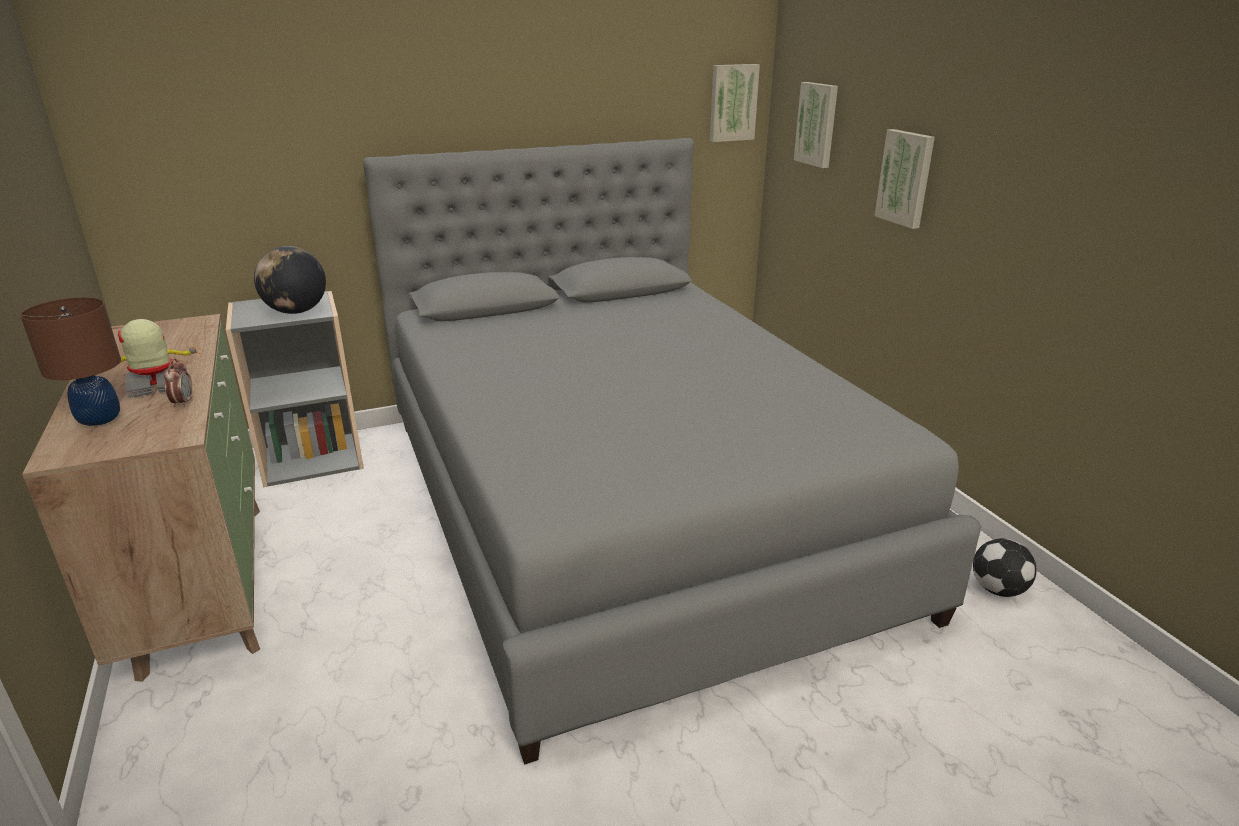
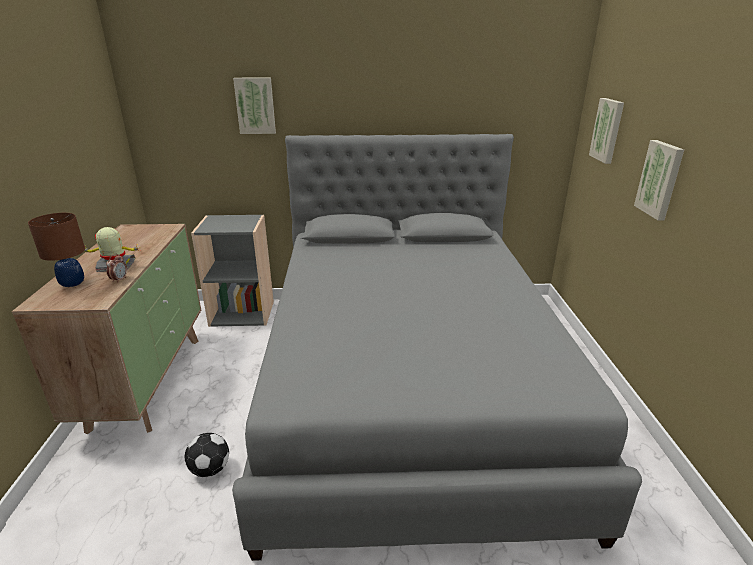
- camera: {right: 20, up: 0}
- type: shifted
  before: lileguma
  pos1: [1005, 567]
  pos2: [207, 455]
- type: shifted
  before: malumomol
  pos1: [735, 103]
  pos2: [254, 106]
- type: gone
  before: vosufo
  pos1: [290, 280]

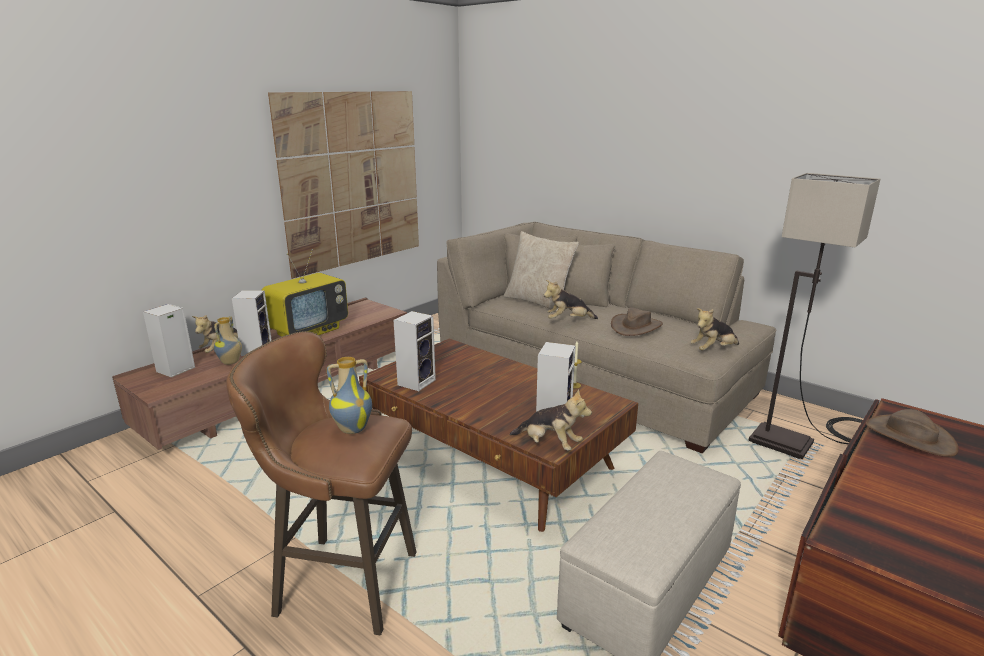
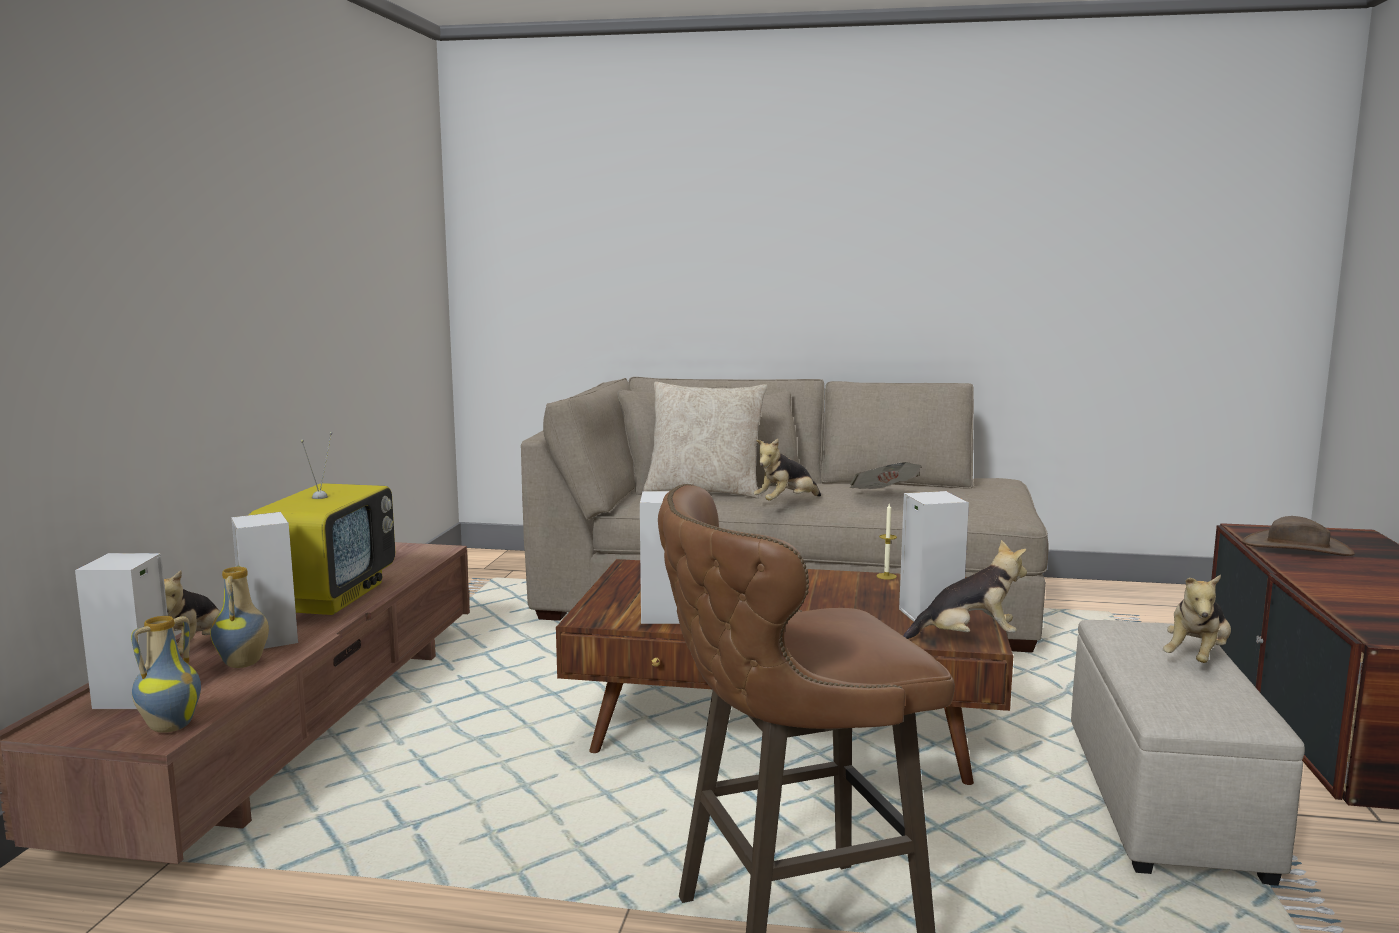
- camera: {right: -30, up: -10}
- type: shifted
  before: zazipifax
  pos1: [349, 395]
  pos2: [166, 674]
- type: swapped
  before: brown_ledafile
  after: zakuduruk
  pos1: [637, 321]
  pos2: [885, 475]
- type: shifted
  before: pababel
  pos1: [715, 329]
  pos2: [1197, 619]
- type: gone
  before: malumomol
  pos1: [343, 185]
- type: gone
  before: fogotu
  pos1: [814, 316]

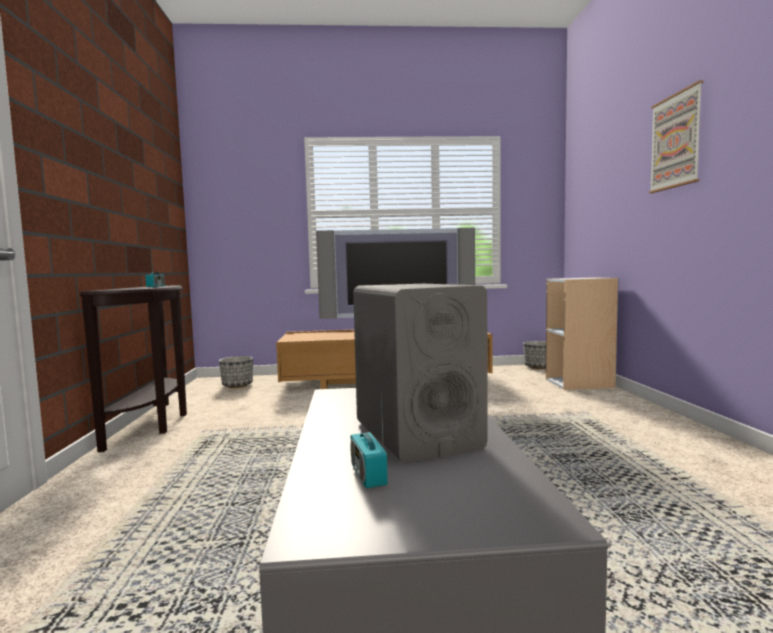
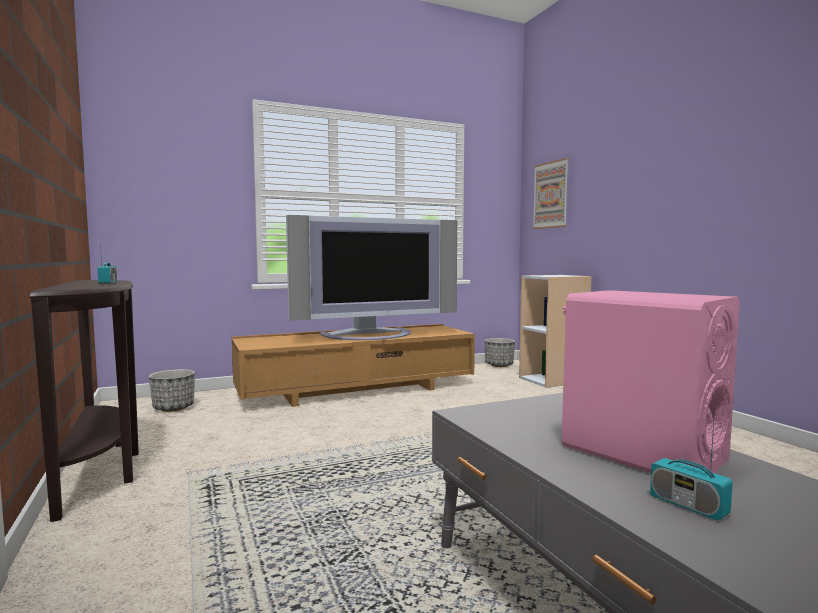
- camera: {right: -20, up: 0}
- type: shifted
  before: malumomol
  pos1: [676, 137]
  pos2: [550, 193]
- type: repainted
  before: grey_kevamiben
  after: pink_kevamiben
  pos1: [420, 373]
  pos2: [651, 381]

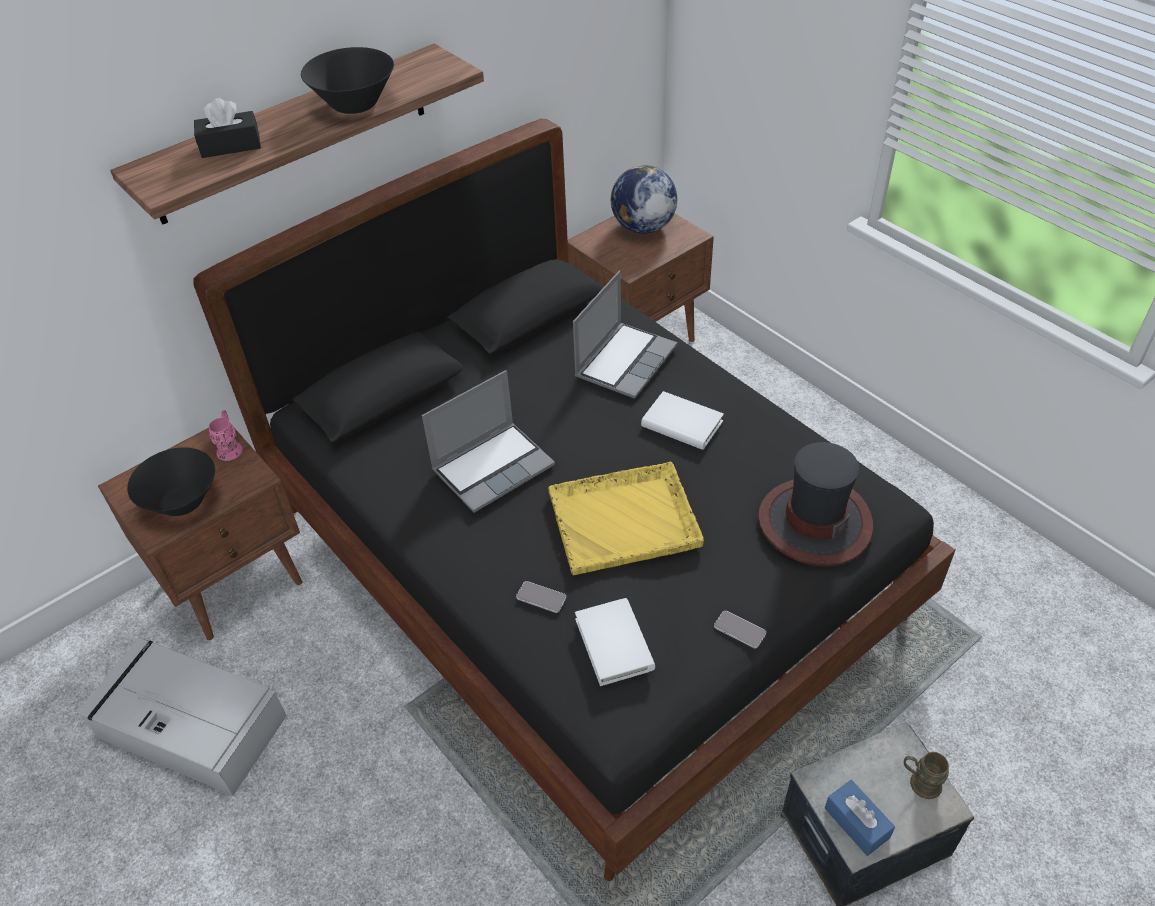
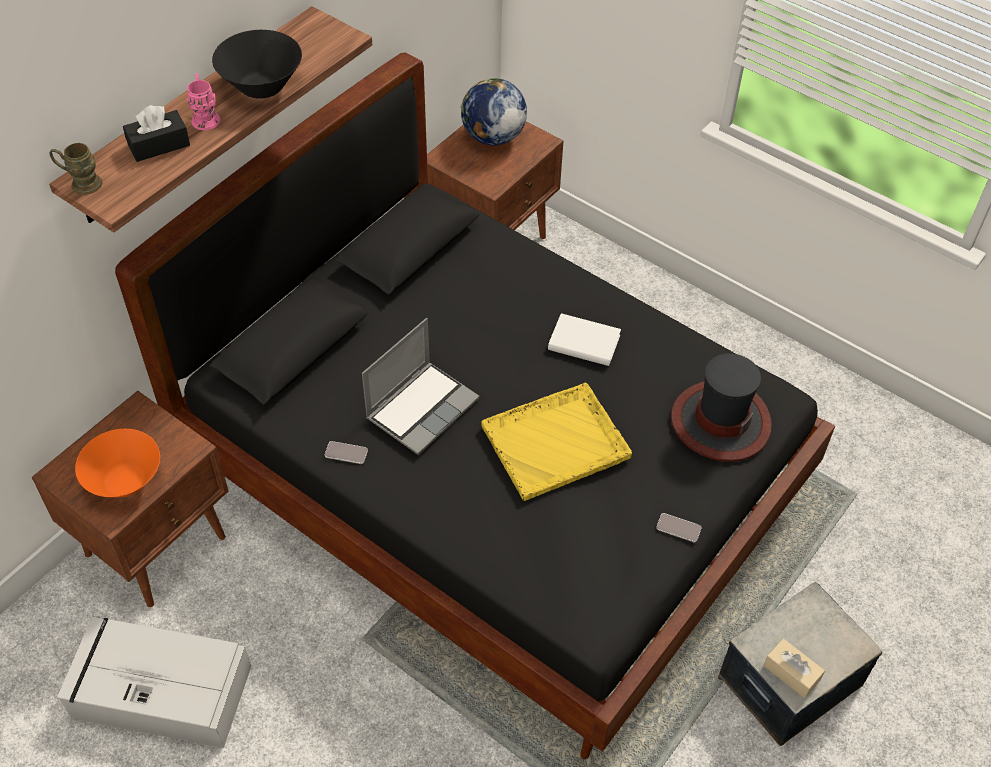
- camera: {right: -15, up: 5}
- type: shifted
  before: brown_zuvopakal
  pos1: [926, 775]
  pos2: [76, 169]
- type: repainted
  before: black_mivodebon
  after: orange_mivodebon
  pos1: [171, 481]
  pos2: [117, 463]
- type: shifted
  before: pink_zuvopakal
  pos1: [226, 436]
  pos2: [203, 101]
- type: shifted
  before: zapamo
  pos1: [541, 597]
  pos2: [346, 452]
- type: repainted
  before: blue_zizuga
  after: beige_zizuga
  pos1: [860, 818]
  pos2: [794, 668]
- type: gone
  before: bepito
  pos1: [625, 335]
- type: gone
  before: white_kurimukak
  pos1: [615, 642]

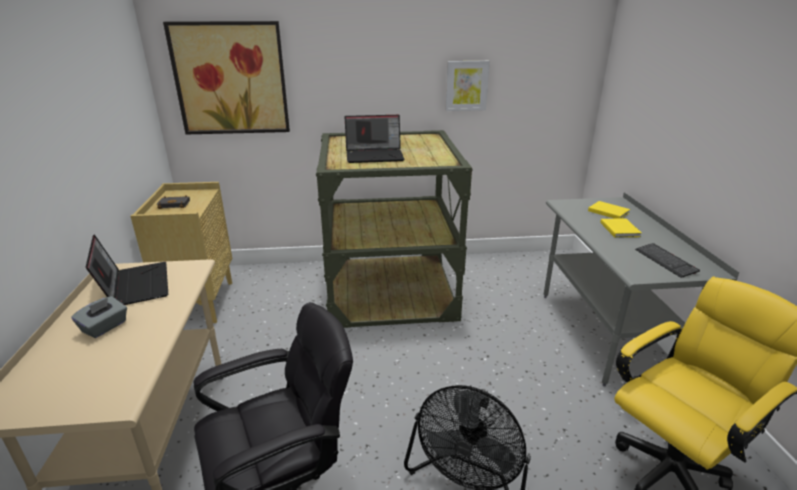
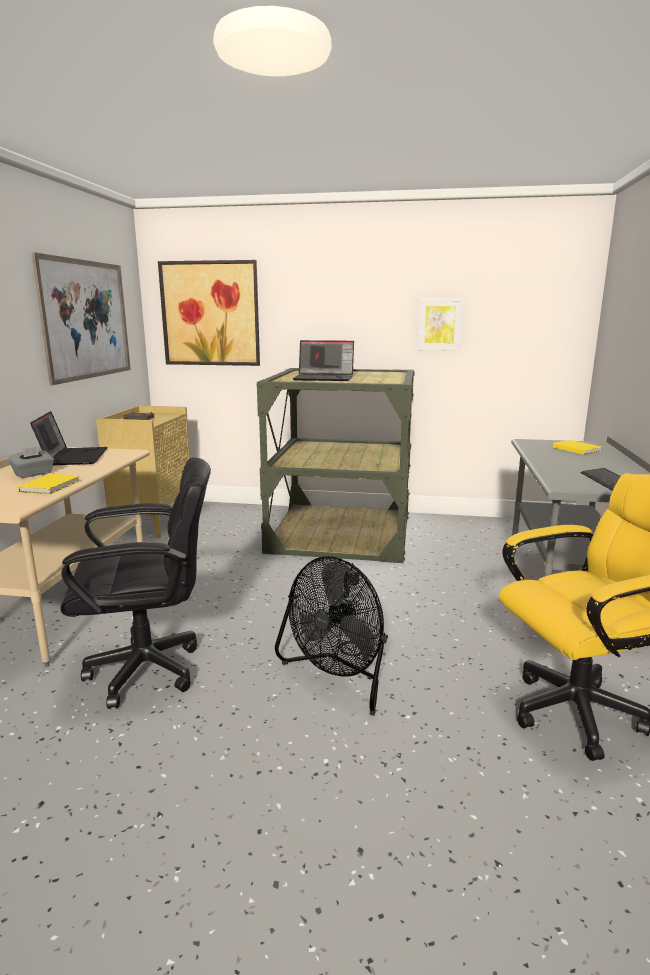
- camera: {right: 15, up: -10}
- type: shifted
  before: yellow_kurimukak
  pos1: [621, 227]
  pos2: [49, 484]
- type: new
  after: malumomol
  pos2: [81, 318]

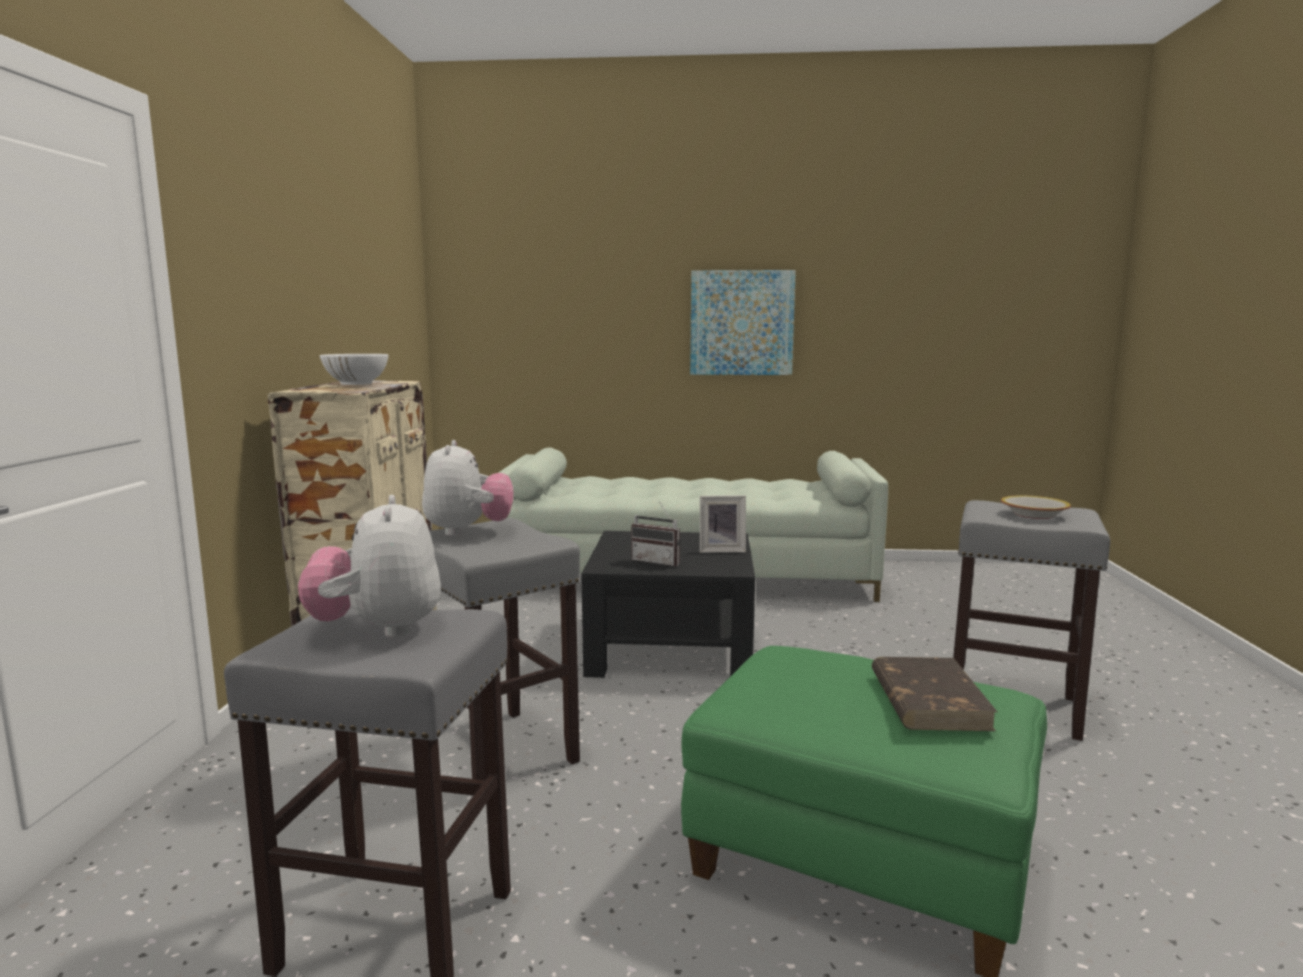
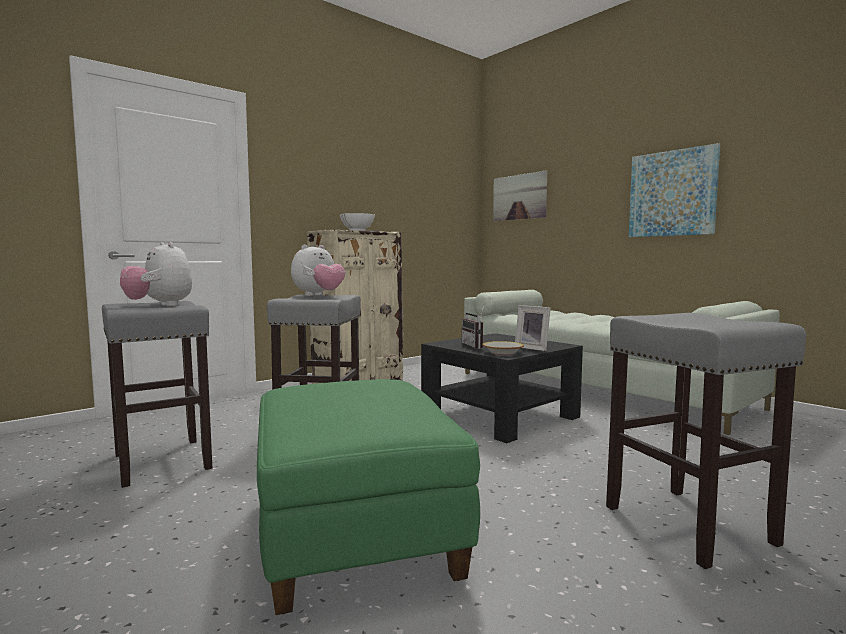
- camera: {right: 45, up: -5}
- type: rotated
  before: pababel
  pos1: [369, 566]
  pos2: [156, 274]
  turn: -75
- type: shifted
  before: mivodebon
  pos1: [1036, 507]
  pos2: [503, 348]
- type: new
  after: malumomol
  pos2: [520, 196]
- type: gone
  before: brown_kurimukak
  pos1: [934, 694]

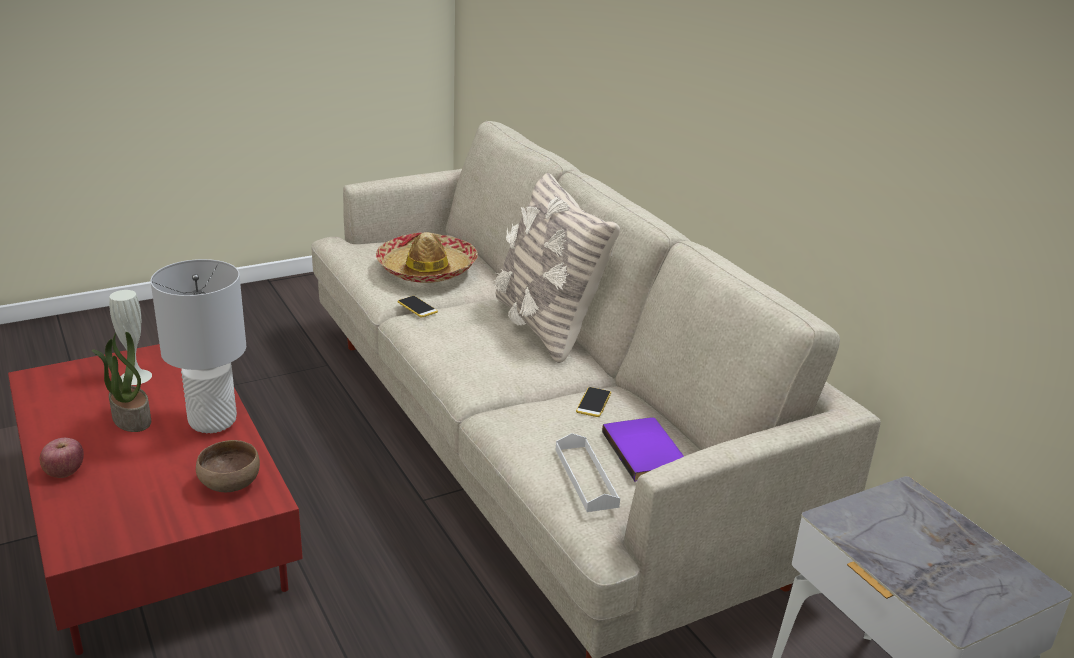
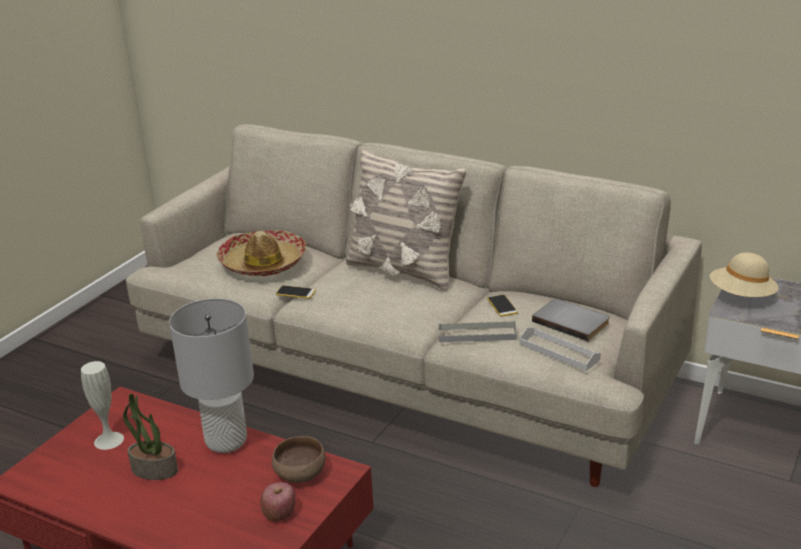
- camera: {right: -30, up: 0}
- type: shifted
  before: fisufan
  pos1: [62, 458]
  pos2: [278, 501]
- type: new
  after: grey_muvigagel
  pos2: [477, 331]
- type: repainted
  before: purple_kurimukak
  after: grey_kurimukak
  pos1: [643, 449]
  pos2: [571, 320]
- type: new
  after: beige_ledafile
  pos2: [744, 274]

